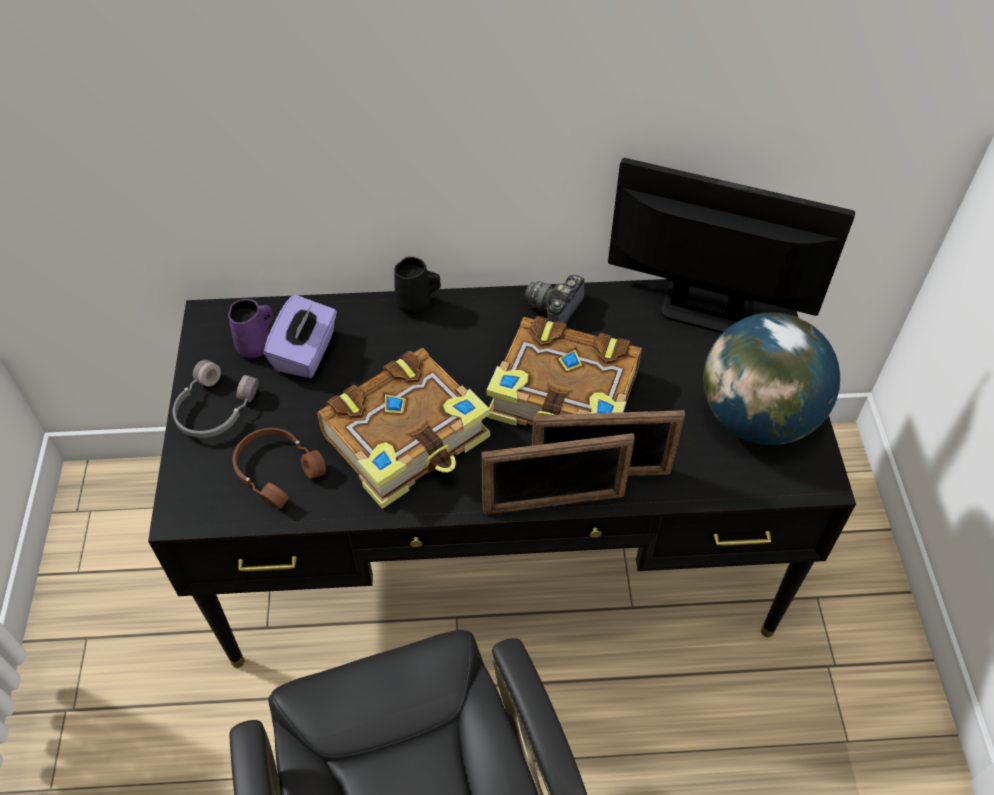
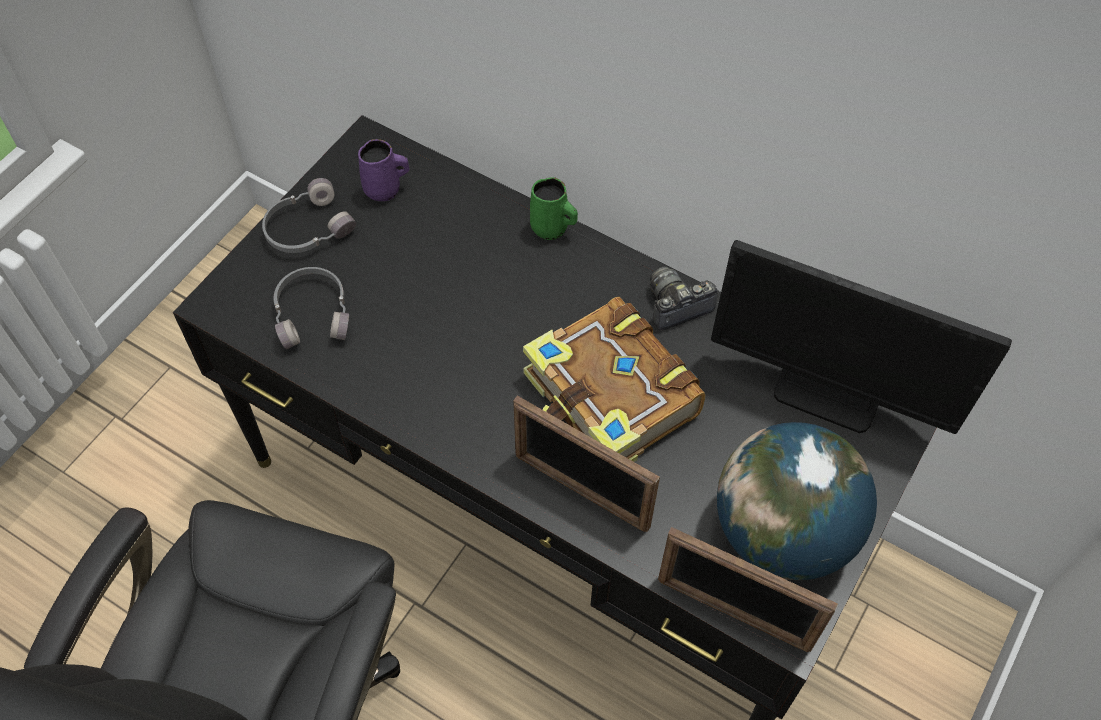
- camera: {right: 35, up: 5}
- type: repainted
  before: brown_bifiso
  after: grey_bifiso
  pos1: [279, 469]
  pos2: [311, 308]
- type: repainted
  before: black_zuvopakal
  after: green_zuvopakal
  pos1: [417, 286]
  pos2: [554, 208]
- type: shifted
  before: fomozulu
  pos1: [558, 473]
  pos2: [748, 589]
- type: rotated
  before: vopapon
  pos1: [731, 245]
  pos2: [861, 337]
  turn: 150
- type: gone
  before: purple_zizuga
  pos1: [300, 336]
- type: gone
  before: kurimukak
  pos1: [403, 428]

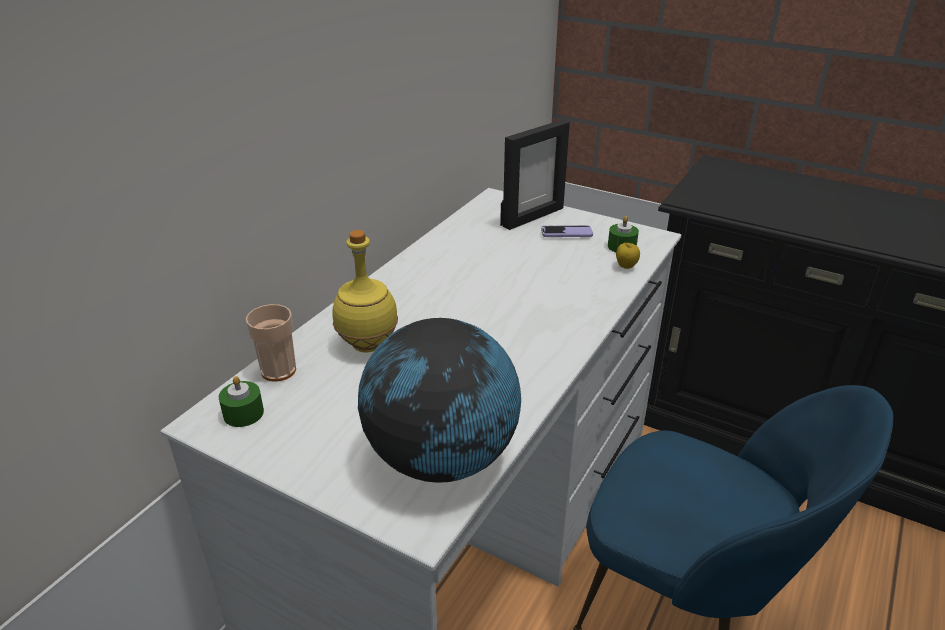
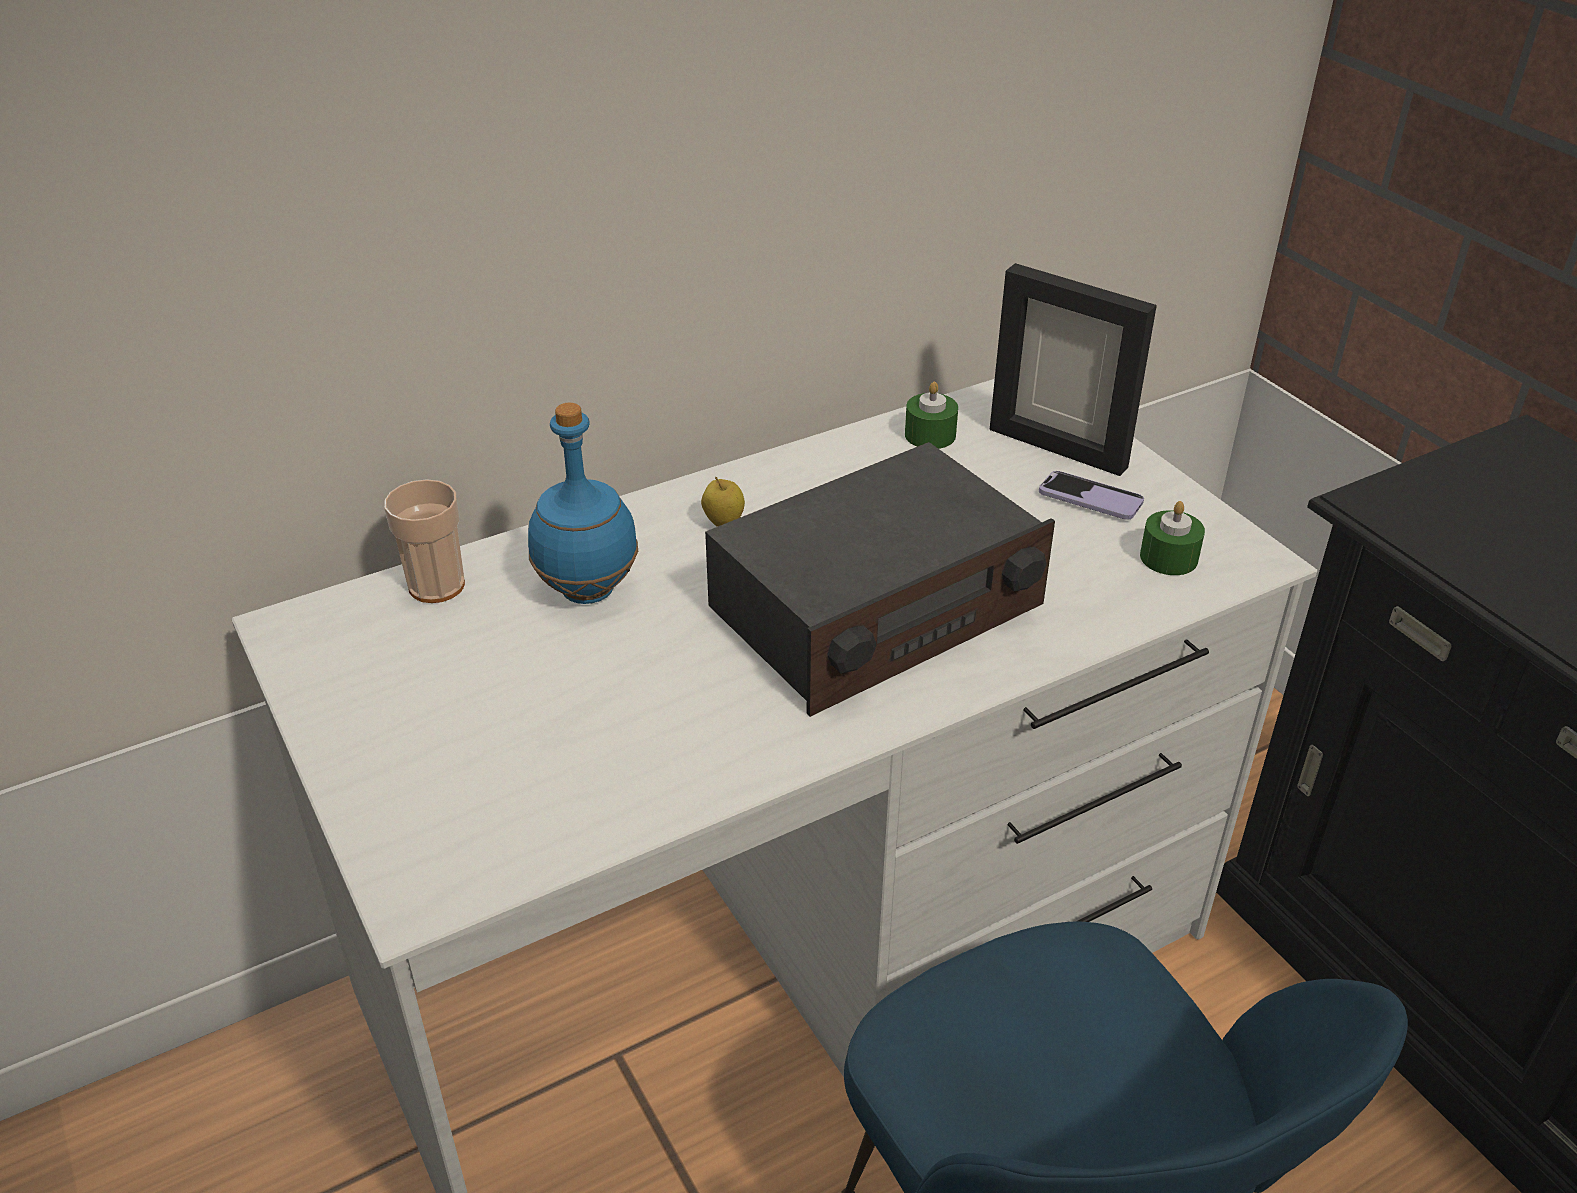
- camera: {right: 30, up: 5}
- type: repainted
  before: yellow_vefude
  after: blue_vefude
  pos1: [365, 291]
  pos2: [583, 503]
- type: shifted
  before: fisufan
  pos1: [628, 255]
  pos2: [723, 501]
- type: new
  after: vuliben
  pos2: [880, 579]
- type: shifted
  before: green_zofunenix
  pos1: [241, 401]
  pos2: [931, 415]
- type: rotated
  before: fomozulu
  pos1: [535, 175]
  pos2: [1073, 369]
  turn: 45
- type: gone
  before: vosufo
  pos1: [439, 400]

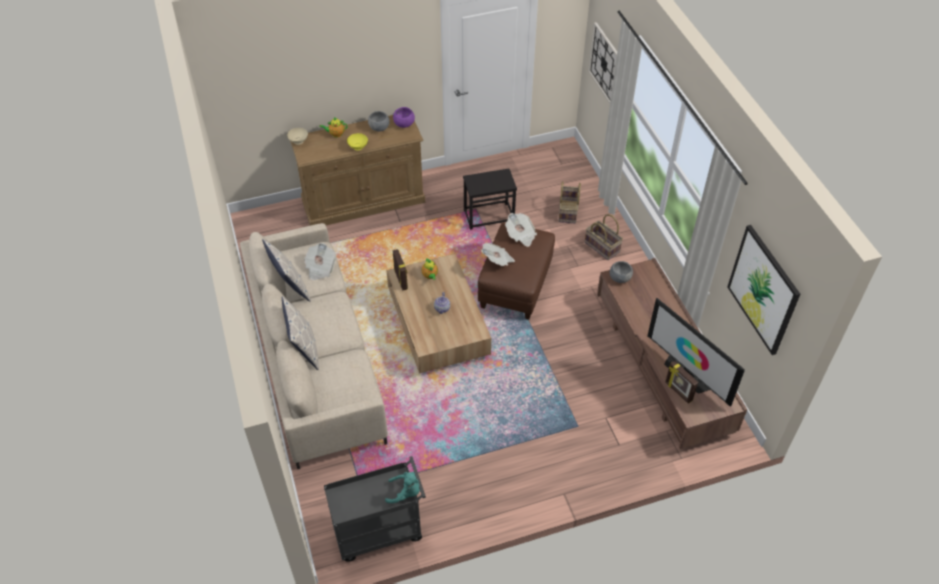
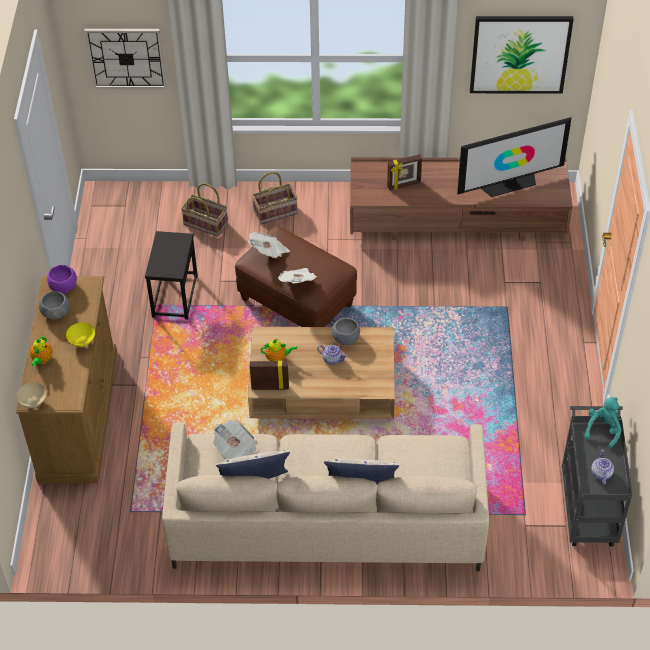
- camera: {right: -70, up: 0}
- type: shifted
  before: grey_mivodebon
  pos1: [621, 272]
  pos2: [346, 331]
- type: shifted
  before: fomozulu
  pos1: [681, 382]
  pos2: [404, 172]
- type: new
  after: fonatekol
  pos2: [602, 466]

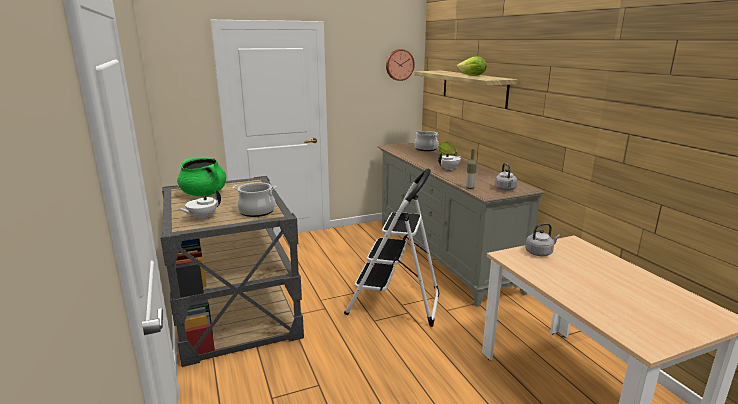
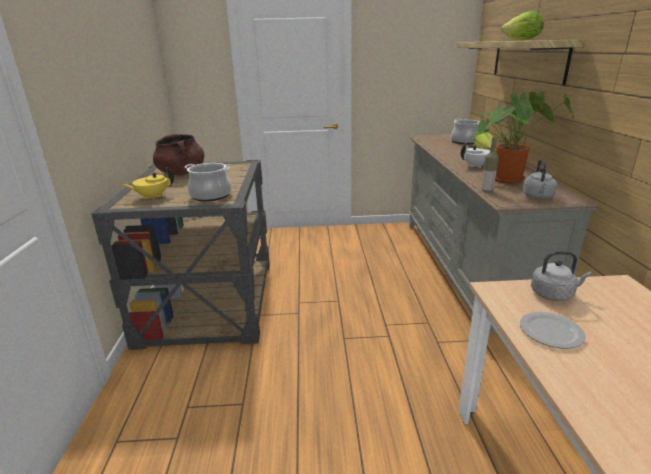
- camera: {right: 20, up: 5}
- type: repainted
  before: white_fonatekol
  after: yellow_fonatekol
  pos1: [199, 205]
  pos2: [148, 183]
- type: repainted
  before: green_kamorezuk
  after: brown_kamorezuk
  pos1: [201, 177]
  pos2: [178, 155]
- type: new
  after: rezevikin
  pos2: [522, 137]
- type: new
  after: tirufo
  pos2: [553, 330]
- type: gone
  before: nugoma
  pos1: [391, 248]
- type: gone
  before: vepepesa
  pos1: [400, 65]

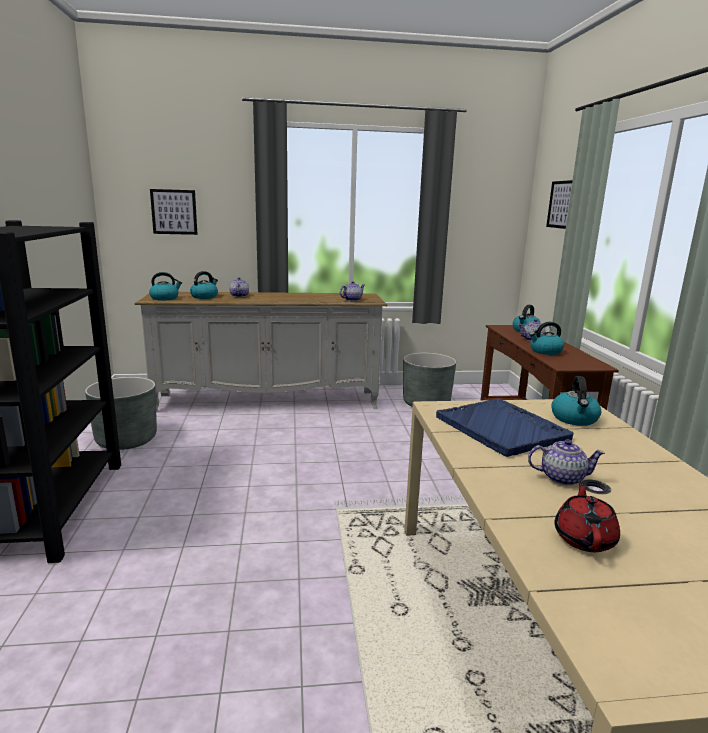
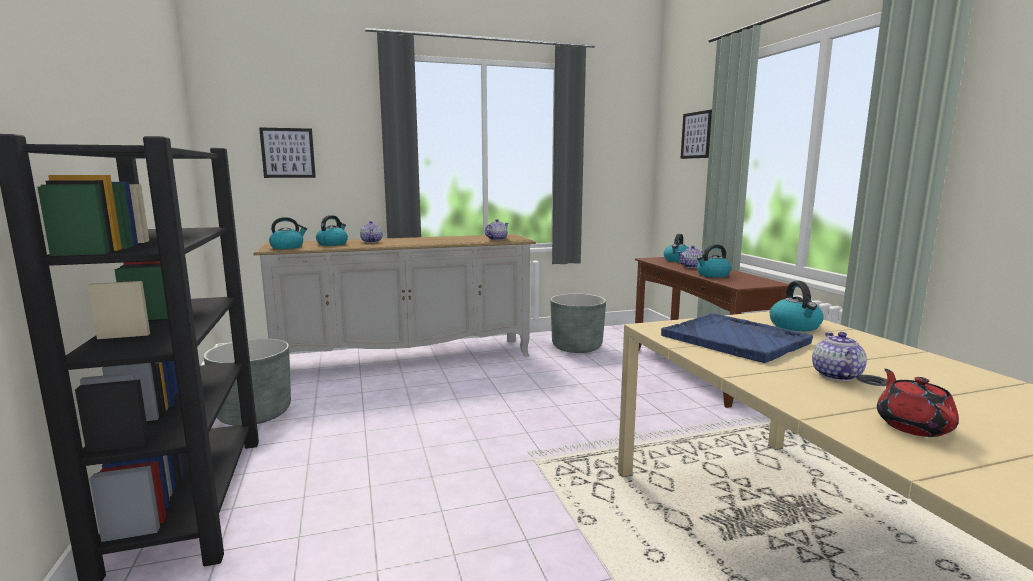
- camera: {right: -10, up: -5}
- type: rotated
  before: fonatekol
  pos1: [566, 462]
  pos2: [839, 356]
  turn: -75

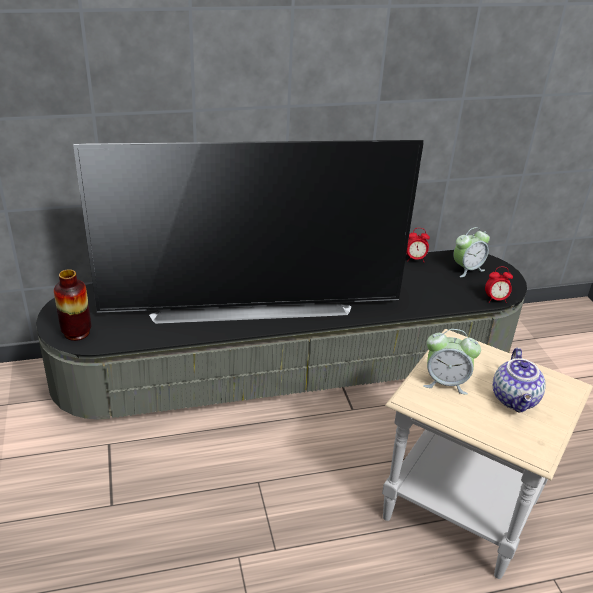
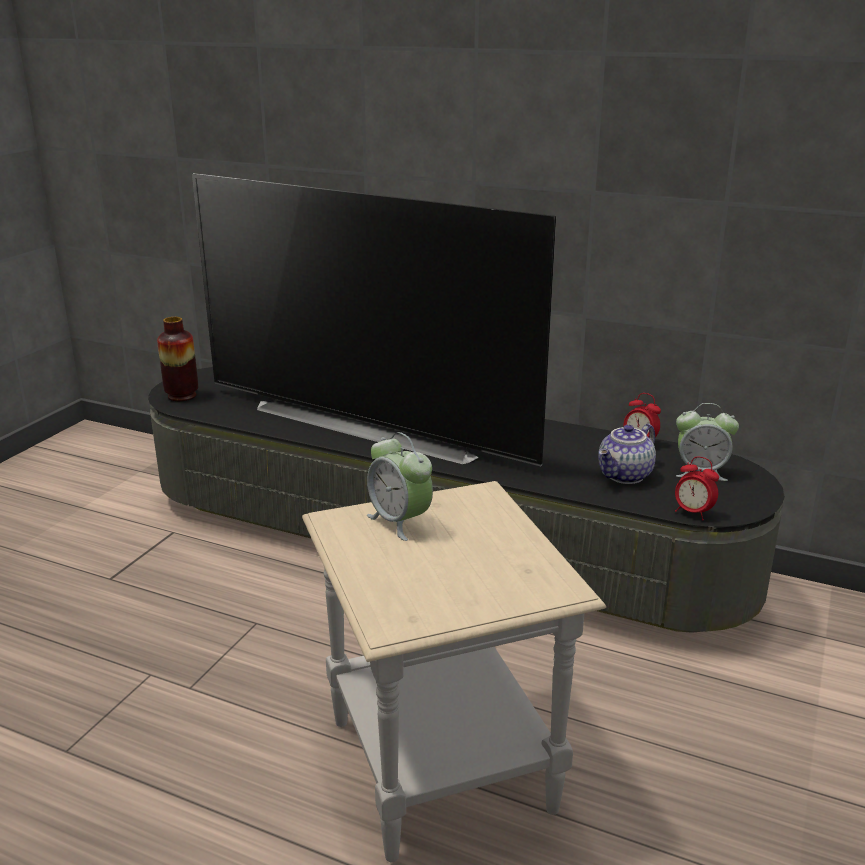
- camera: {right: 40, up: -10}
- type: shifted
  before: fonatekol
  pos1: [519, 380]
  pos2: [627, 454]

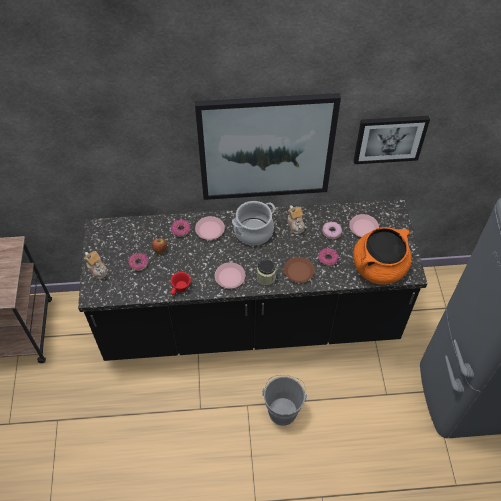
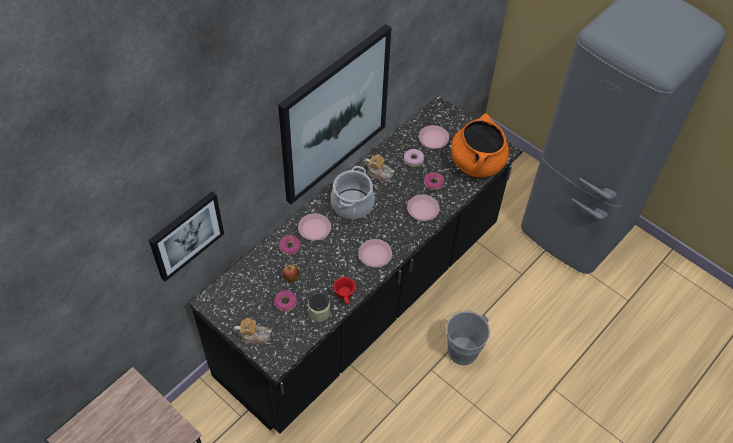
- camera: {right: -45, up: 0}
- type: shifted
  before: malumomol
  pos1: [391, 140]
  pos2: [186, 236]
- type: shifted
  before: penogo
  pos1: [267, 272]
  pos2: [319, 307]
- type: repainted
  before: brown_tirufo
  after: pink_tirufo
  pos1: [299, 270]
  pos2: [423, 208]

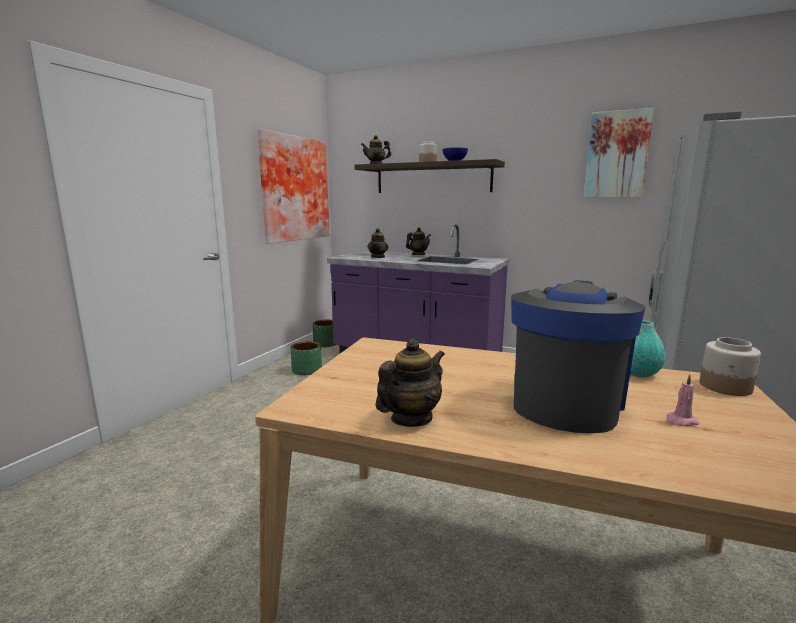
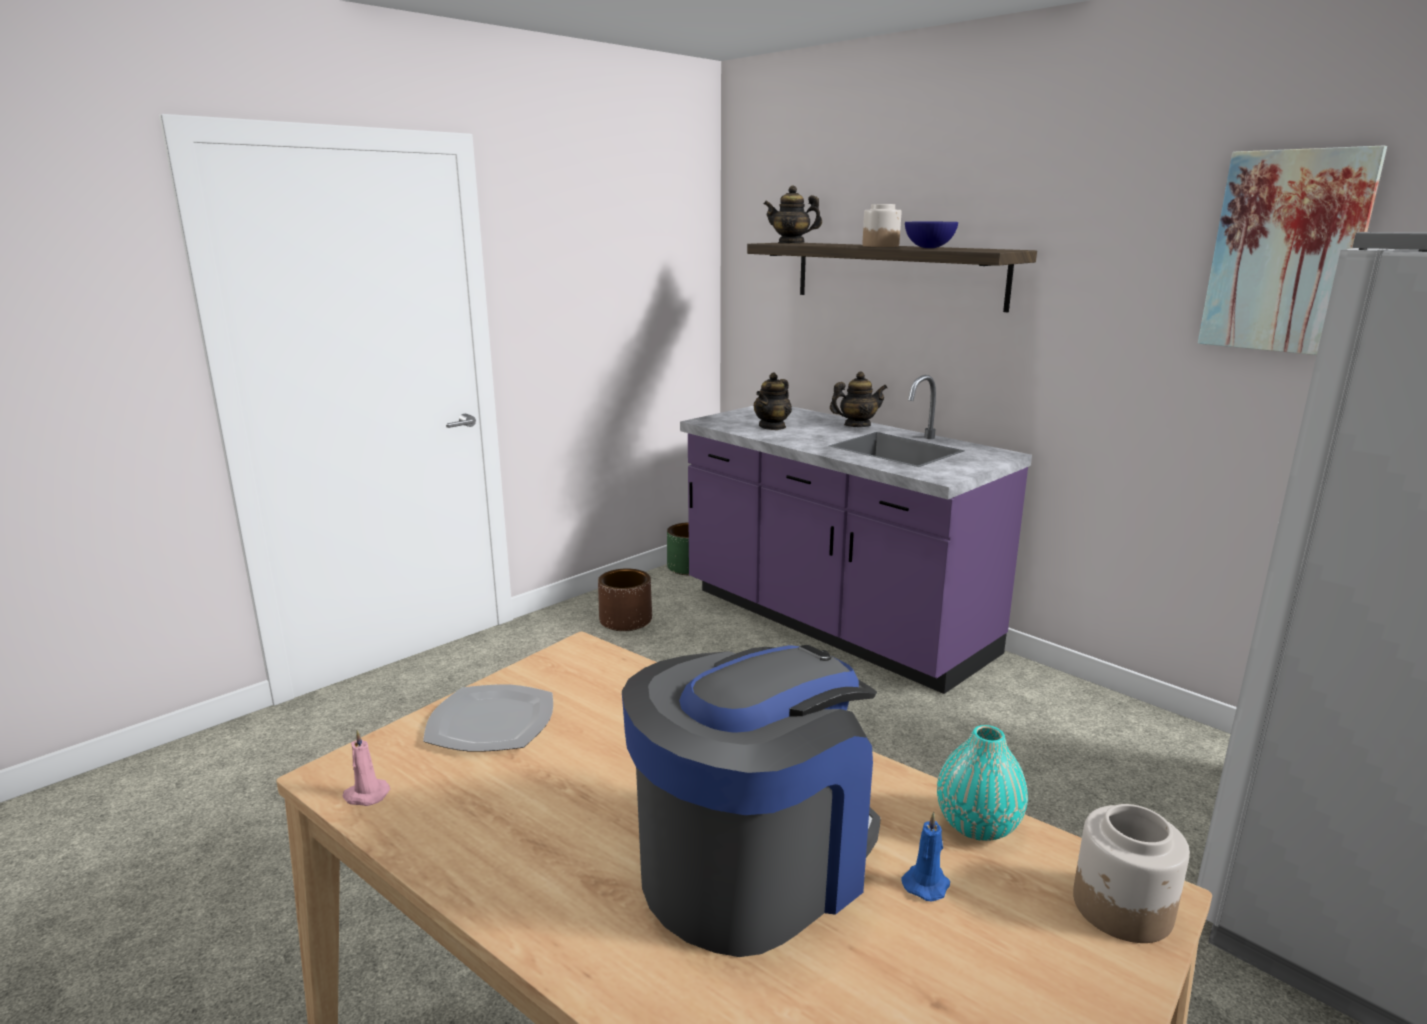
- camera: {right: 20, up: 5}
- type: shifted
  before: pink_zofunenix
  pos1: [682, 400]
  pos2: [366, 768]
- type: new
  after: tirufo
  pos2: [488, 718]
- type: repainted
  before: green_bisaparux
  after: brown_bisaparux
  pos1: [306, 358]
  pos2: [625, 599]
- type: new
  after: blue_zofunenix
  pos2: [926, 857]
- type: gone
  before: malumomol
  pos1: [293, 186]
- type: gone
  before: fonatekol
  pos1: [410, 383]

